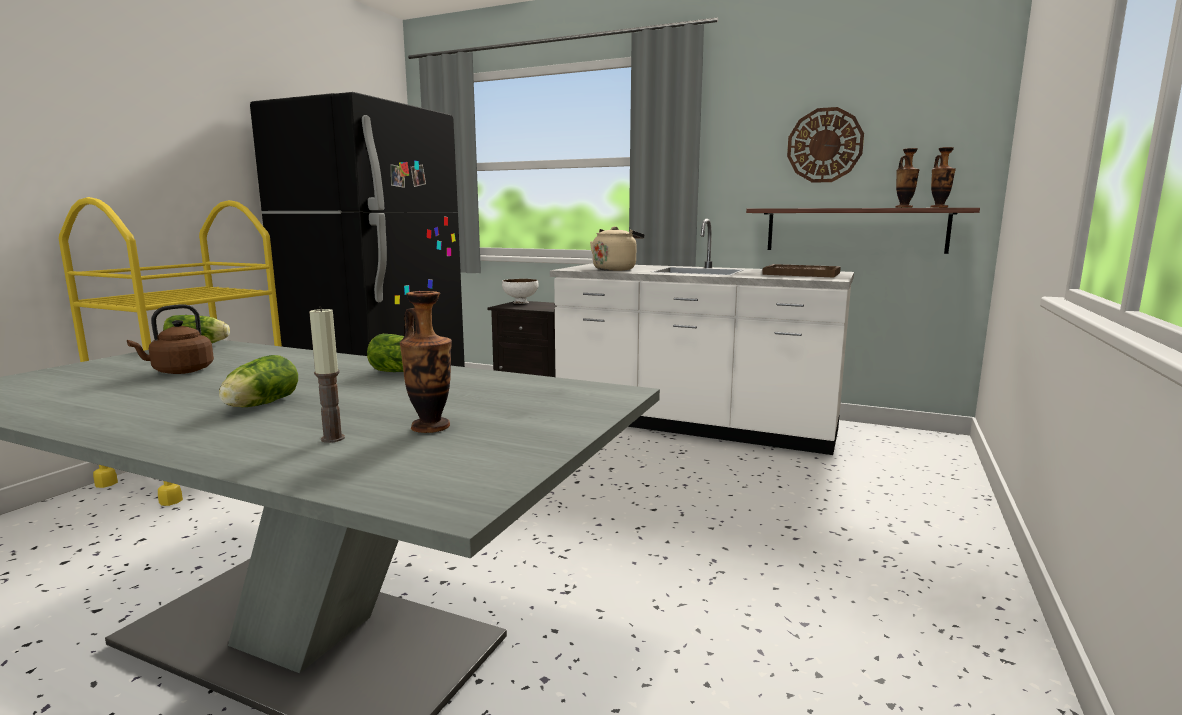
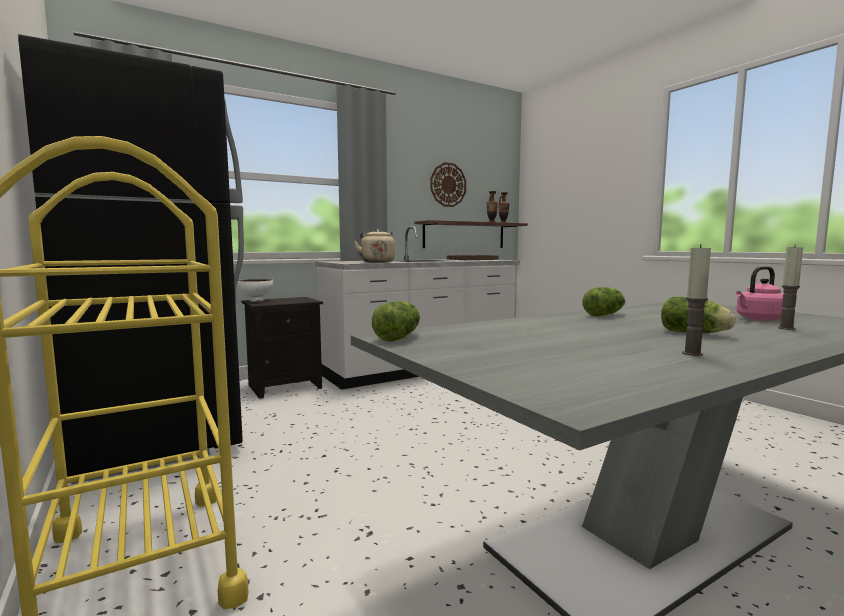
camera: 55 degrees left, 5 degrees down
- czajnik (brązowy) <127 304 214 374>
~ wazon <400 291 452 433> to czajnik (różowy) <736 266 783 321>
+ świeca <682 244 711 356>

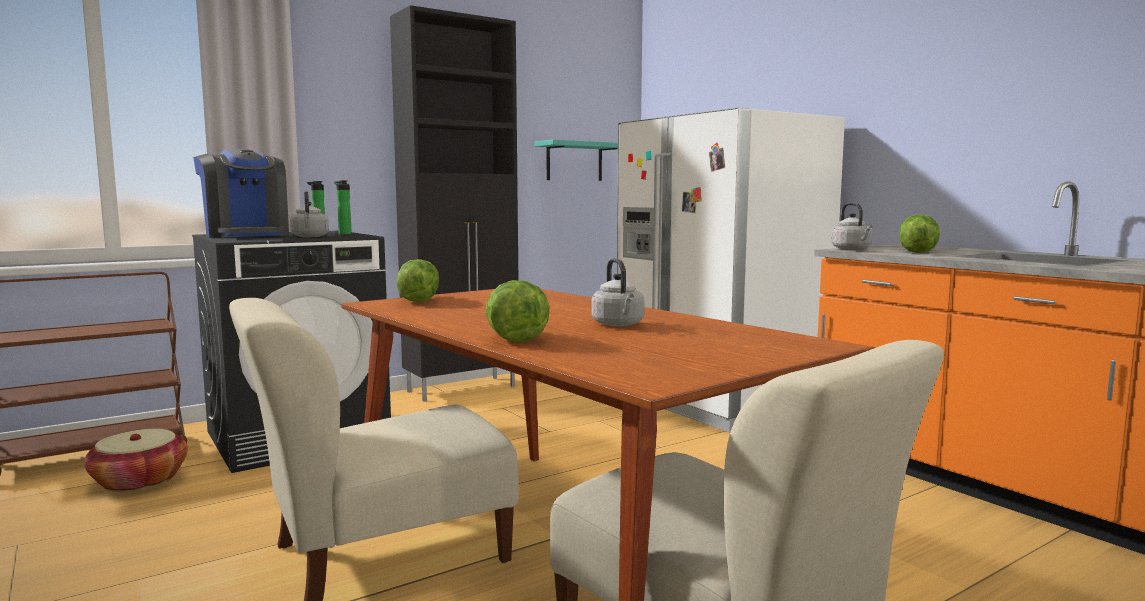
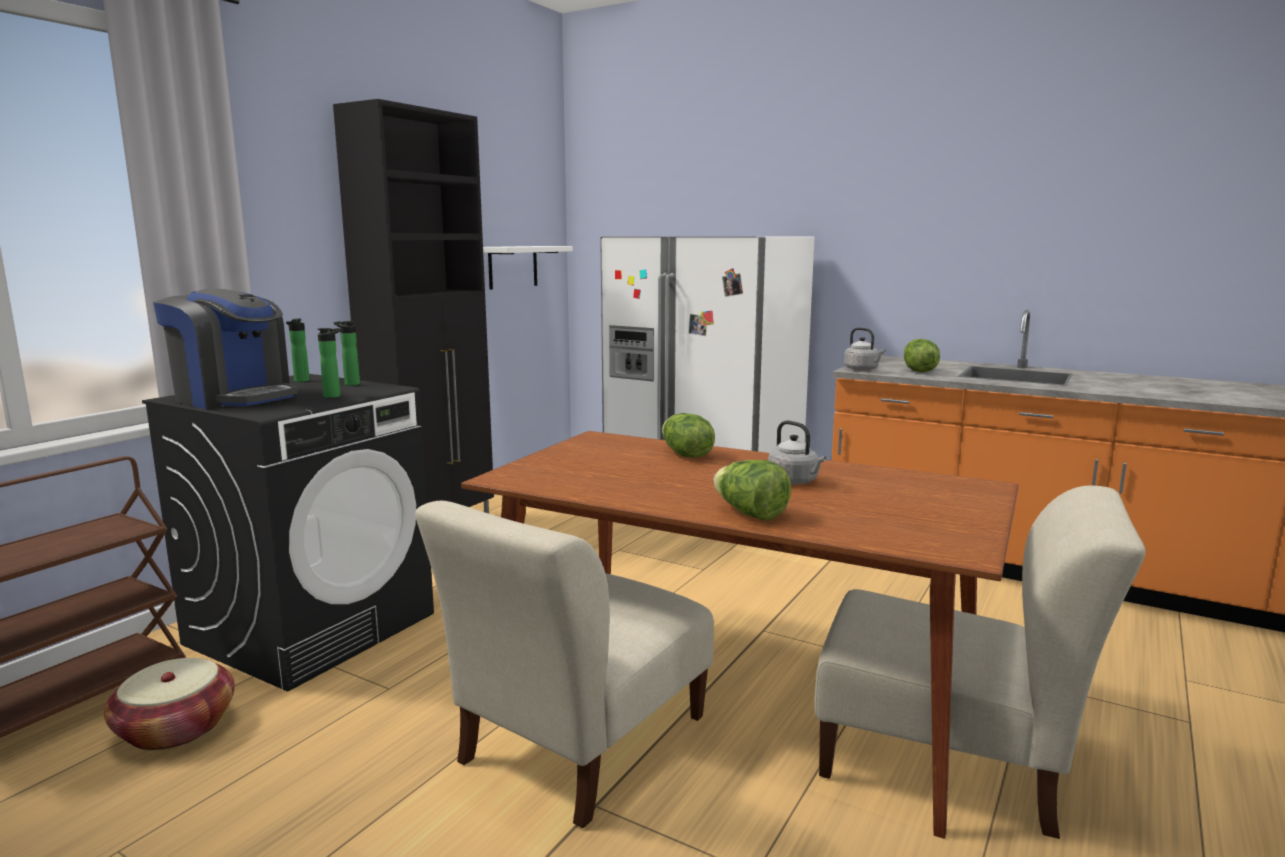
camera: 25 degrees left, 5 degrees up
~ czajnik (szary) <290 191 329 237> to butelka <317 328 342 398>
~ sałata <397 259 439 302> to <662 413 715 457>
~ półka (turkusowy) <535 140 618 181> to półka (biały) <483 246 573 290>

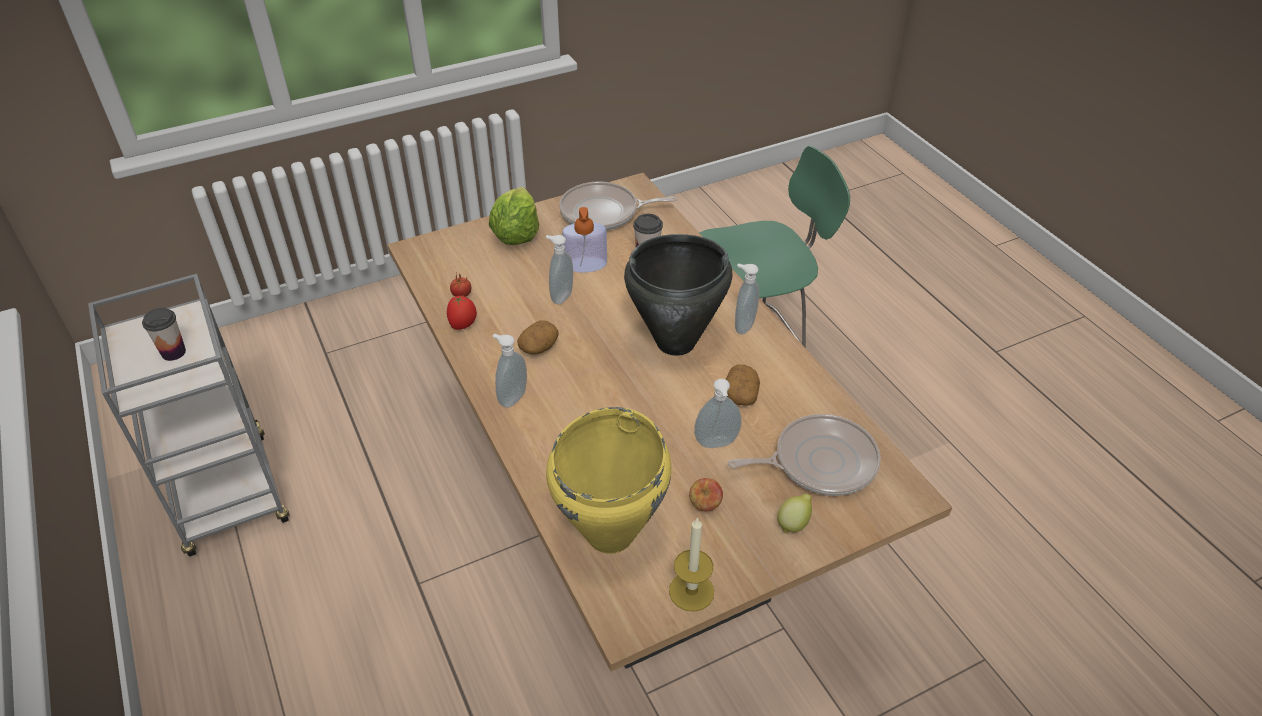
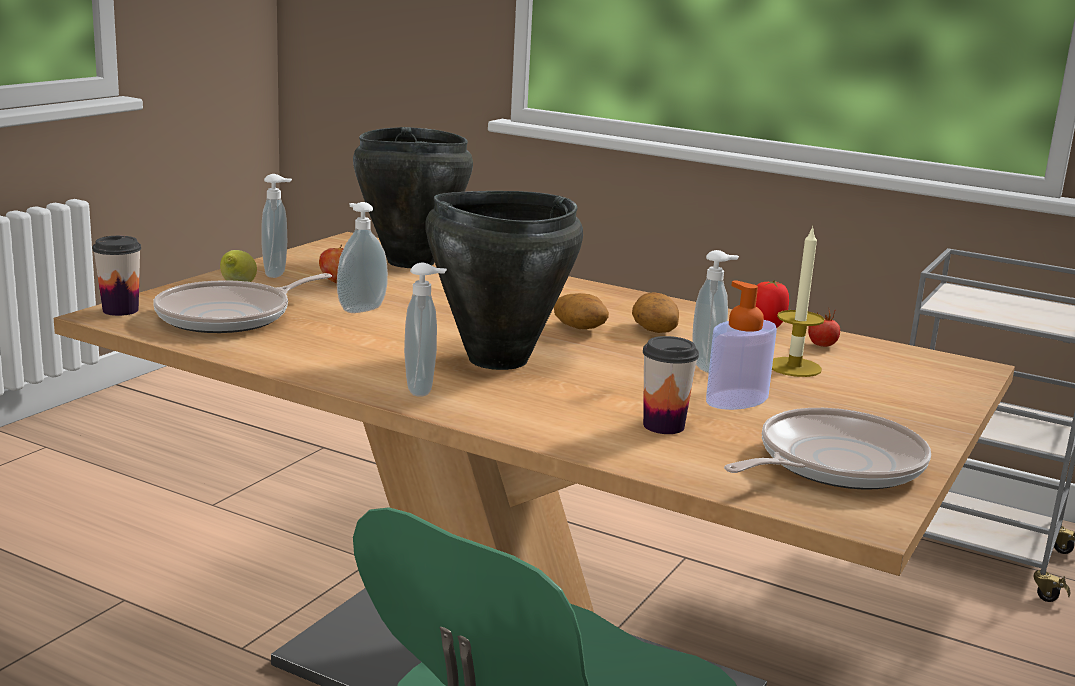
camera: 145 degrees right, 25 degrees down
~ filiżanka <142 308 186 361> to <92 236 141 316>
- sałata <489 187 539 245>
~ dozownik mydła <493 334 527 408> to <262 174 292 278>
~ garnek (żółty) <546 407 671 554> to garnek (czarny) <353 127 473 268>
~ świeca <669 517 714 612> to <772 225 824 377>
~ ziemniak <725 365 760 406> to <554 293 609 329>

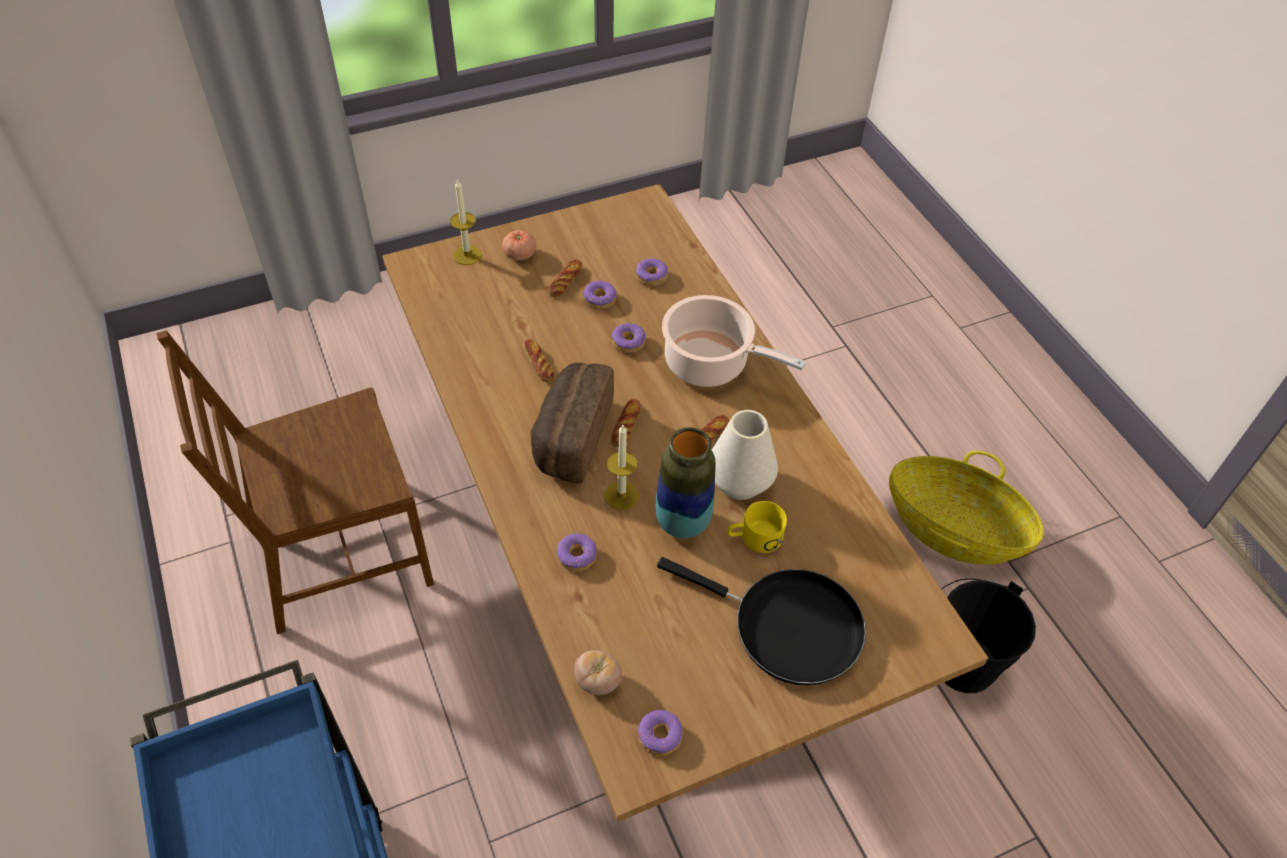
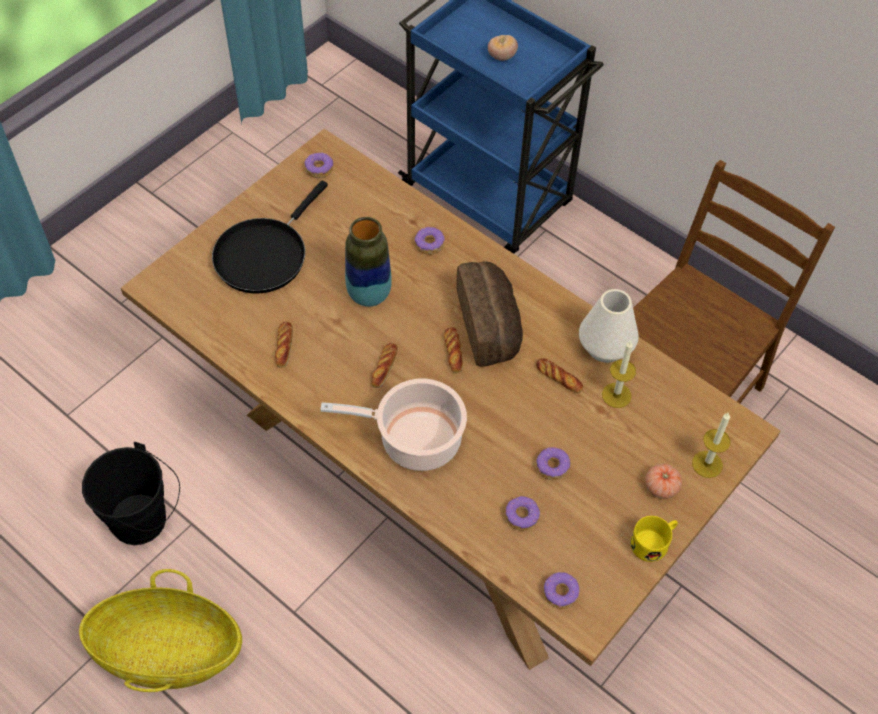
camera: 155 degrees right, 5 degrees up
~ chleb <548 260 582 298> to <275 322 293 368>
~ pomidor <574 650 622 695> to <488 35 518 61>
~ świeca <604 425 639 510> to <602 341 636 408>
~ donut <612 323 646 353> to <543 572 580 609>
~ patelnia (czarny) <657 557 866 685> = <212 181 328 294> 60 degrees counterclockwise
~ wazon (biały) <712 410 778 500> to <579 289 639 363>
~ kubek (żółty) <727 501 787 553> to <630 516 678 562>

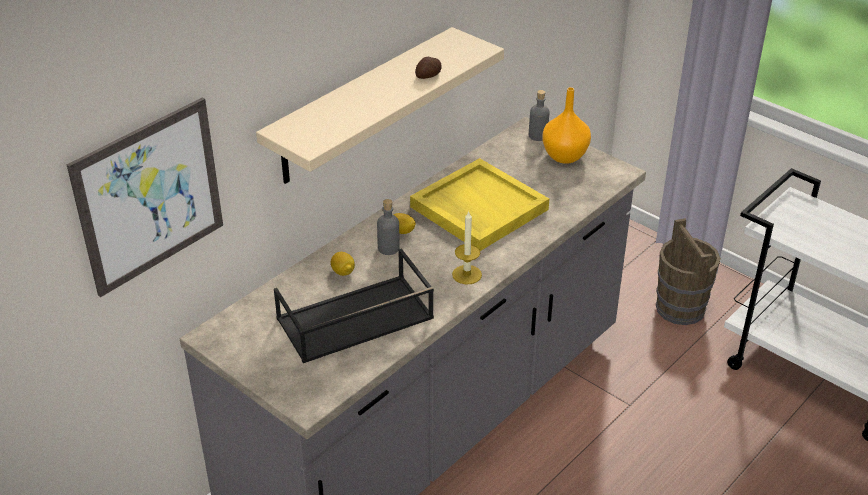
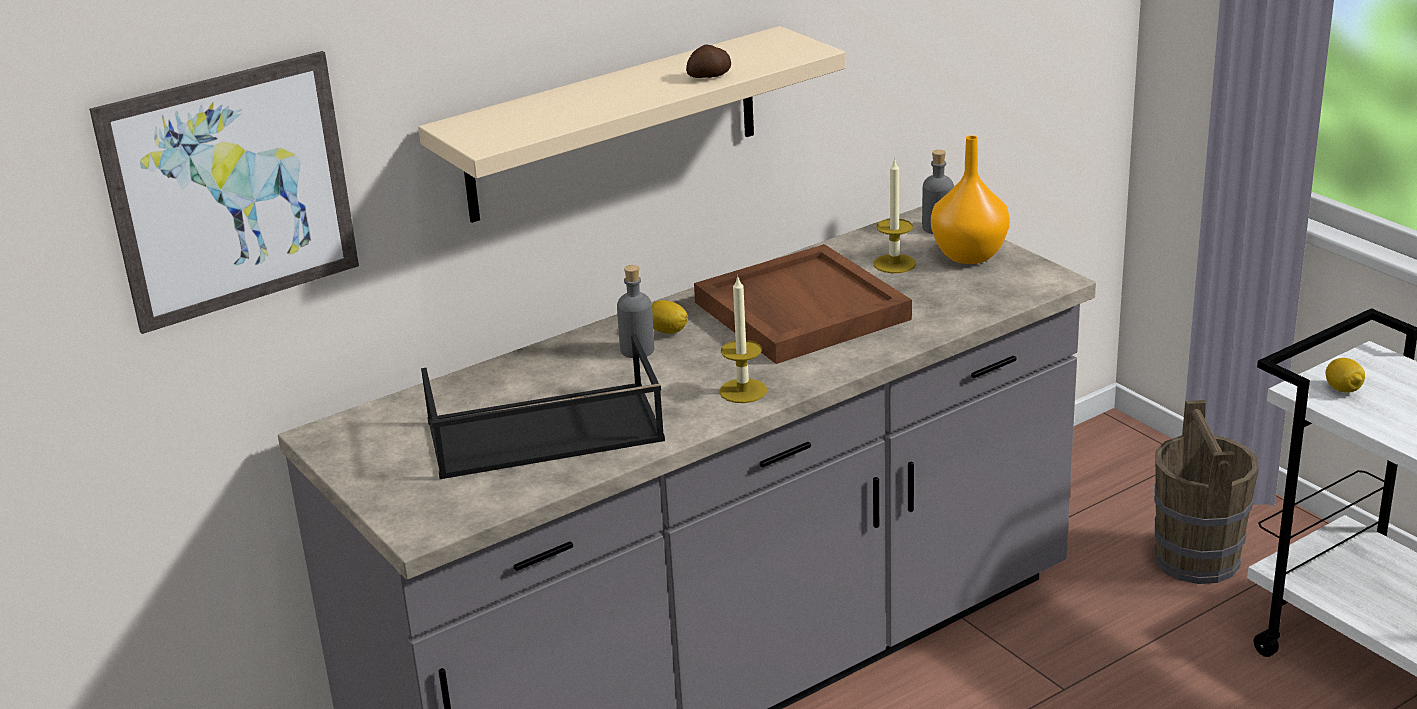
camera: 15 degrees right, 10 degrees down
~ cytryna <331 252 355 276> to <1326 358 1365 393>
~ taca (żółty) <410 158 549 251> to taca (brązowy) <694 244 912 364>
+ świeca <874 158 916 273>

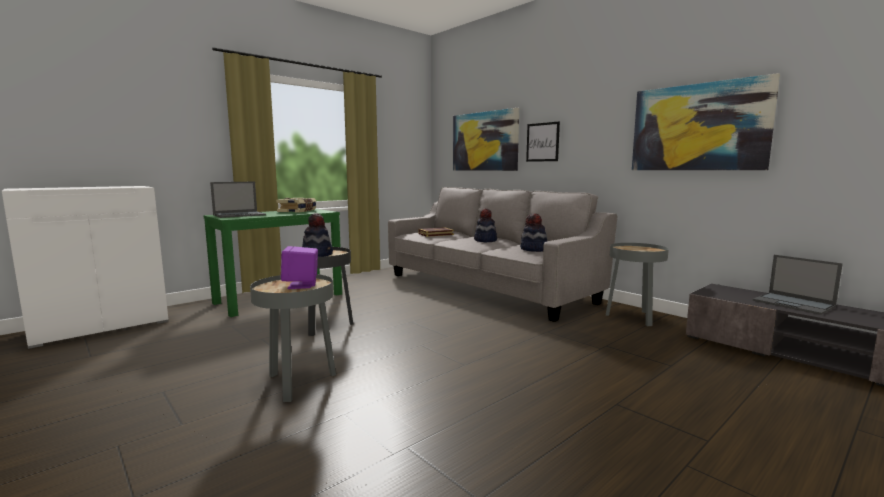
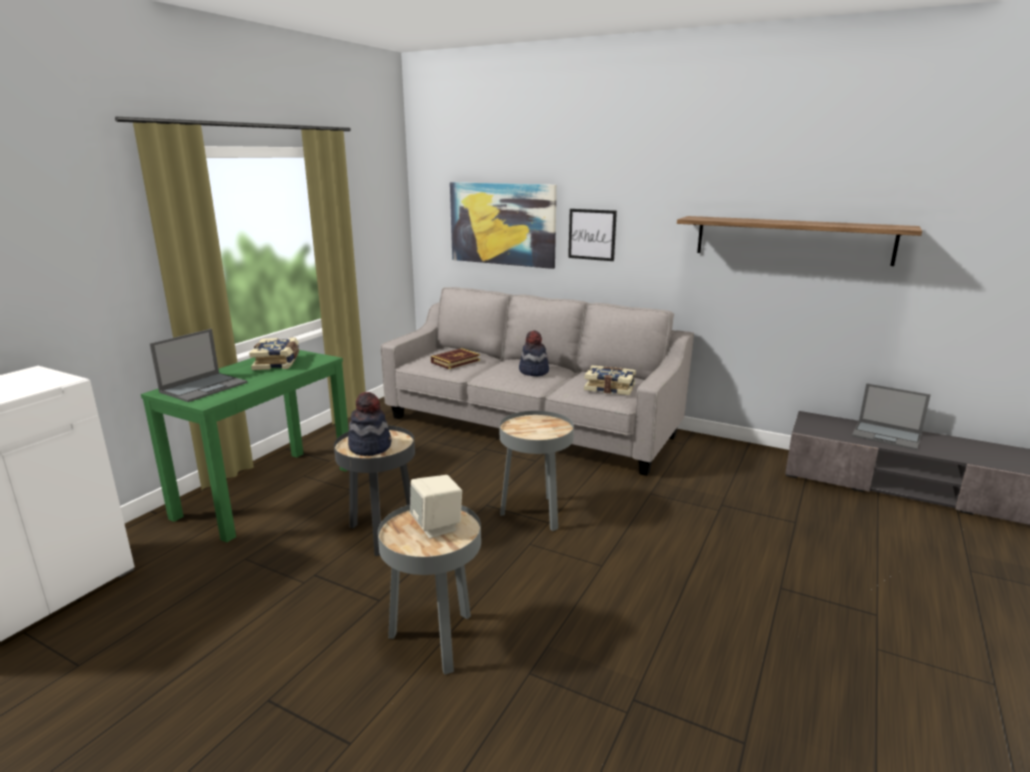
camera: 20 degrees left, 10 degrees up
~ głośnik (fioletowy) <281 246 318 289> to głośnik (beżowy) <410 475 462 539>
~ kapelusz <520 214 547 252> to książka <584 366 636 395>
~ stolik (szary) <606 243 669 326> to <500 411 574 531>
~ obraz <632 73 780 170> to półka <677 216 922 266>

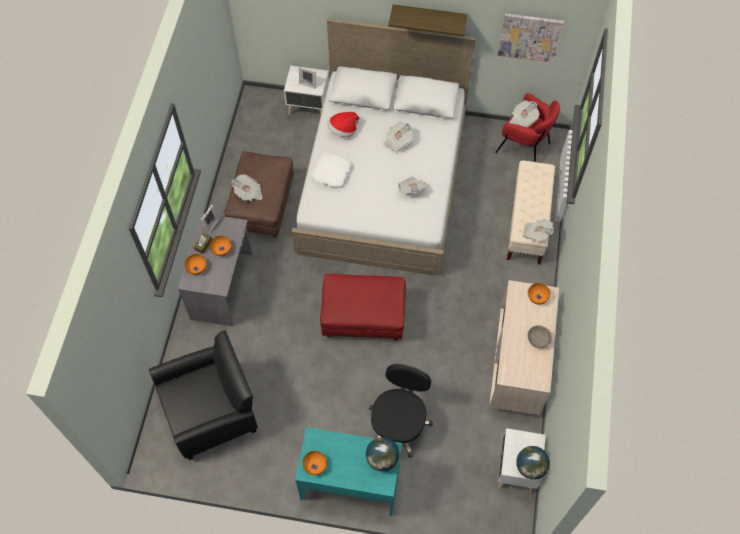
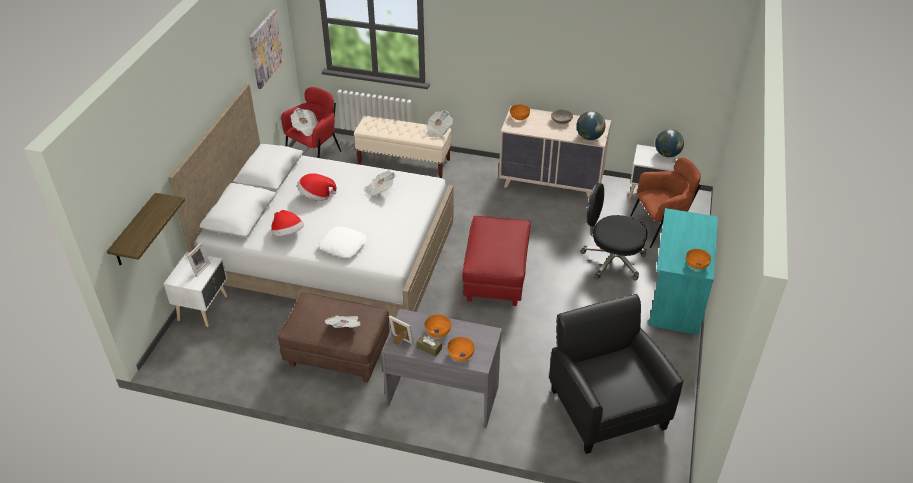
camera: 85 degrees left, 20 degrees down
~ globus <366 437 399 471> to <576 111 606 140>
~ gazeta <383 122 413 153> to kapelusz <297 173 337 201>
~ półka <388 4 467 36> to <107 193 185 266>
+ fotel (brązowy) <630 157 701 248>

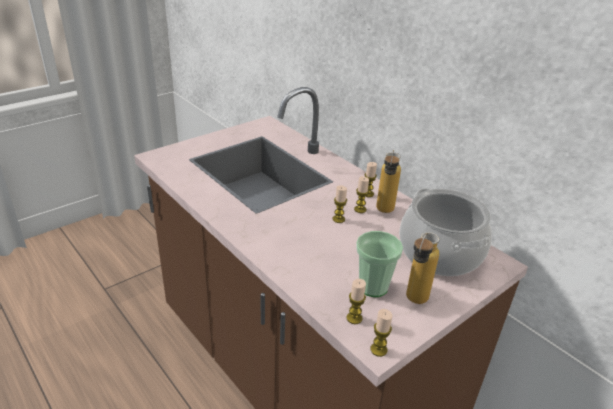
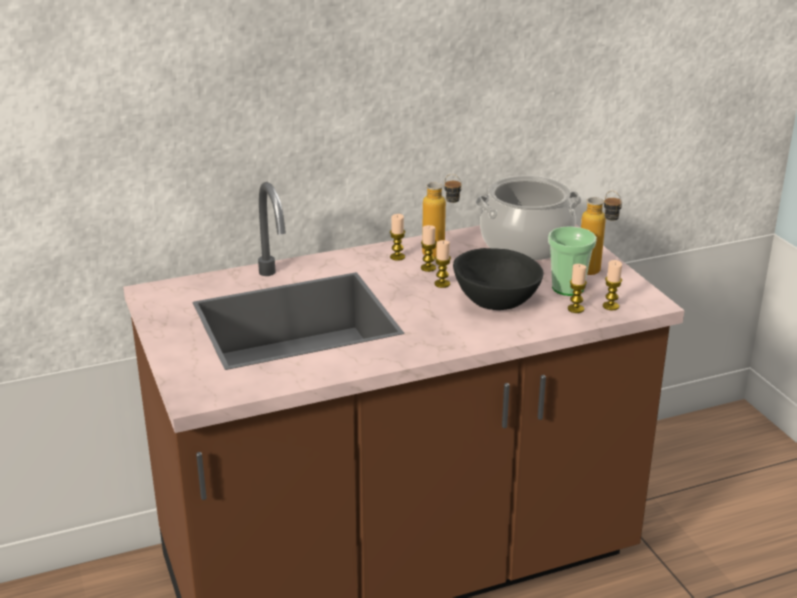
camera: 70 degrees left, 5 degrees down
~ świeca <370 309 392 357> to <568 264 587 313>
+ miska (czarny) <453 248 544 310>

